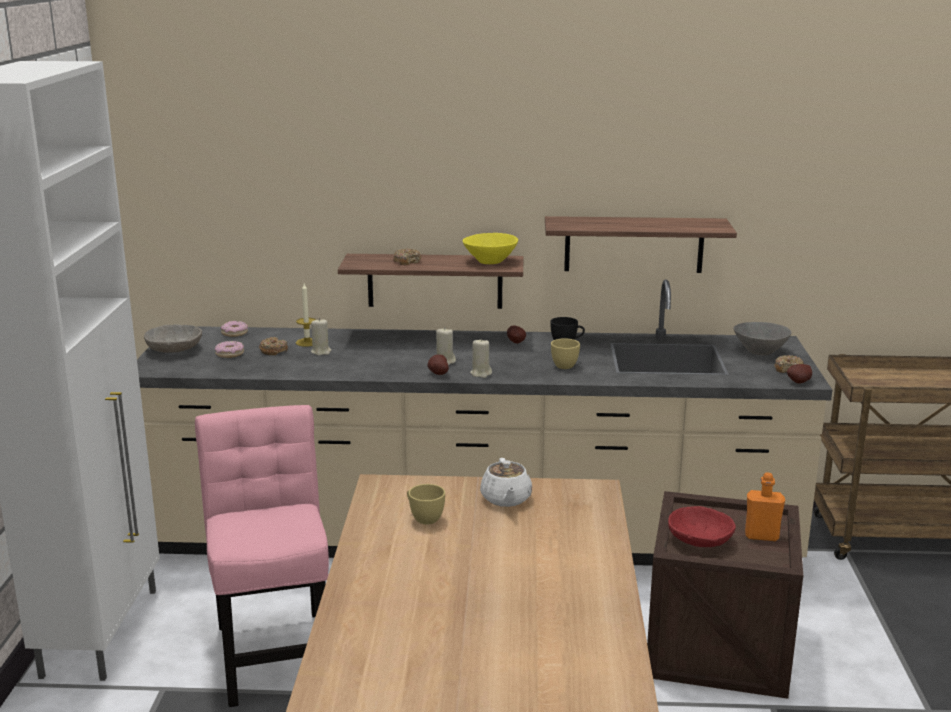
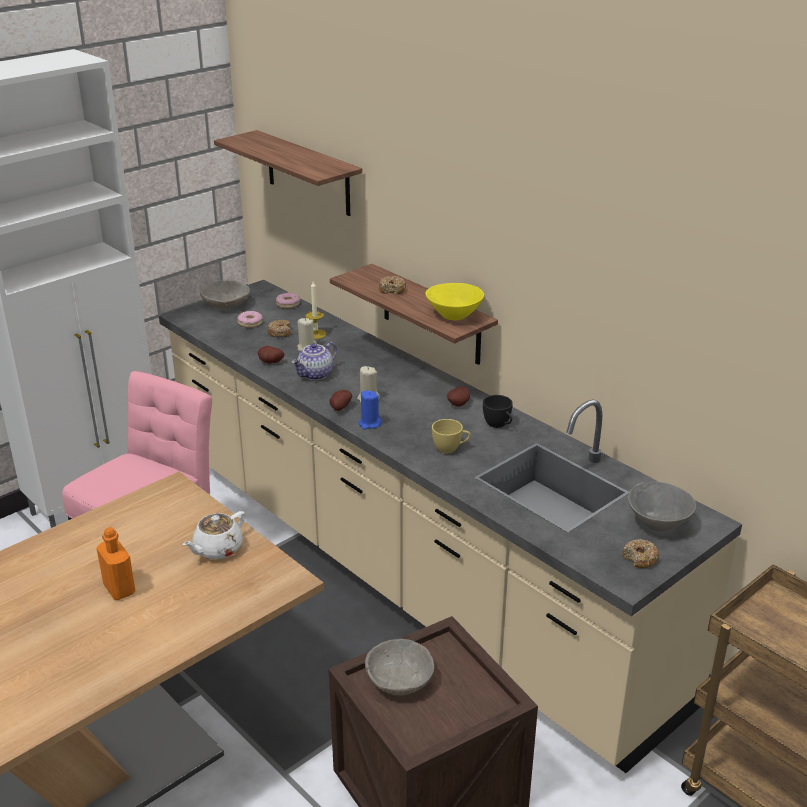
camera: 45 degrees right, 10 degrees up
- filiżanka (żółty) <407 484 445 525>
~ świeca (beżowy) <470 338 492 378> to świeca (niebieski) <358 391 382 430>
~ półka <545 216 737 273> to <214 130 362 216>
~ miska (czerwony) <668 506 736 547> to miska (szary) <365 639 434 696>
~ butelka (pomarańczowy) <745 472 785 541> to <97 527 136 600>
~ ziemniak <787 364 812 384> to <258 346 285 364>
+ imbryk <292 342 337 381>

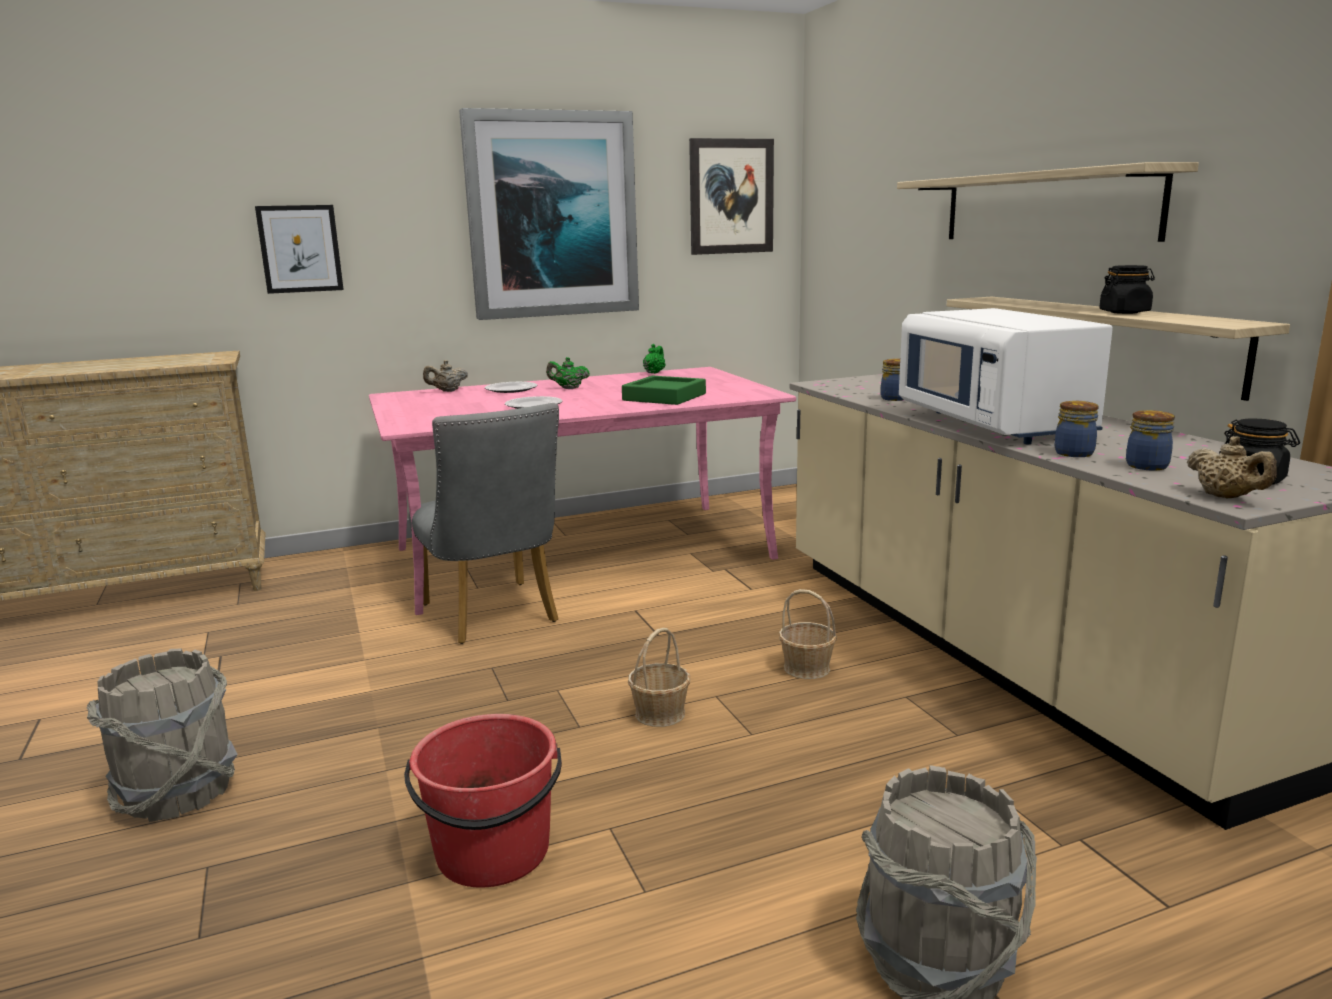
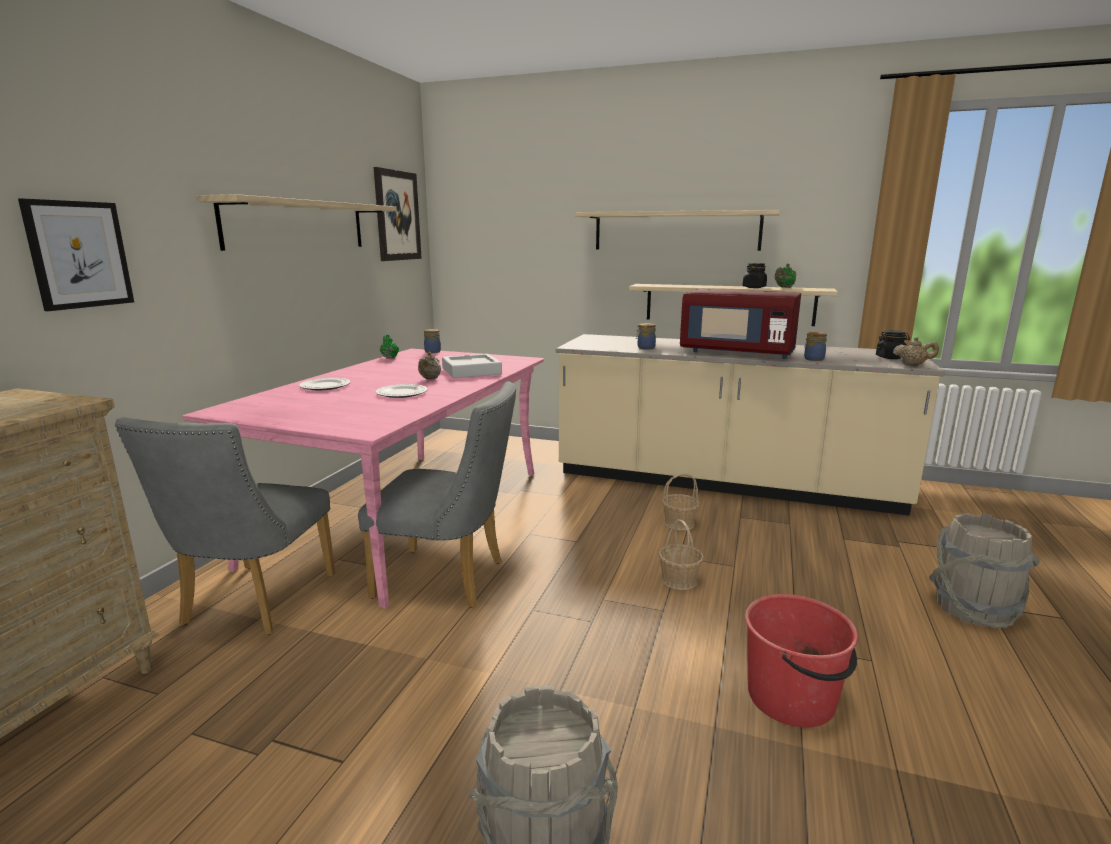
camera: 50 degrees left, 0 degrees up
~ imbryk (beżowy) <423 360 468 392> to <418 352 441 380>
~ obraz <459 108 639 320> to półka <196 194 397 251>
~ imbryk (zielony) <546 357 590 389> to <775 263 796 288>
~ taca (zielony) <622 376 706 405> to taca (szary) <442 354 502 378>
~ mikrofalówka (biały) <899 308 1113 444> to mikrofalówka (czerwony) <680 289 801 359>
~ słoik <1126 410 1175 471> to <424 329 441 353>
+ krzesło (szary) <115 417 335 635>

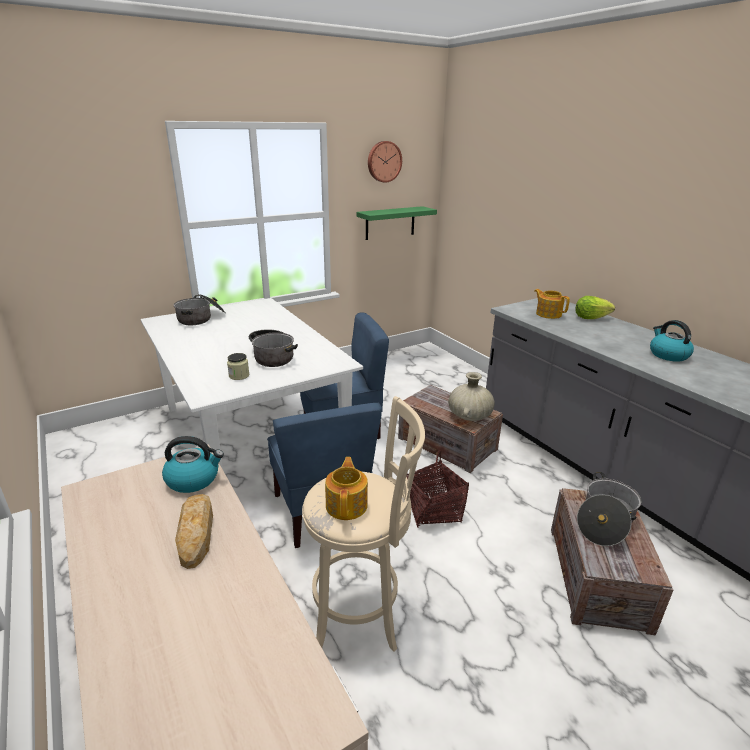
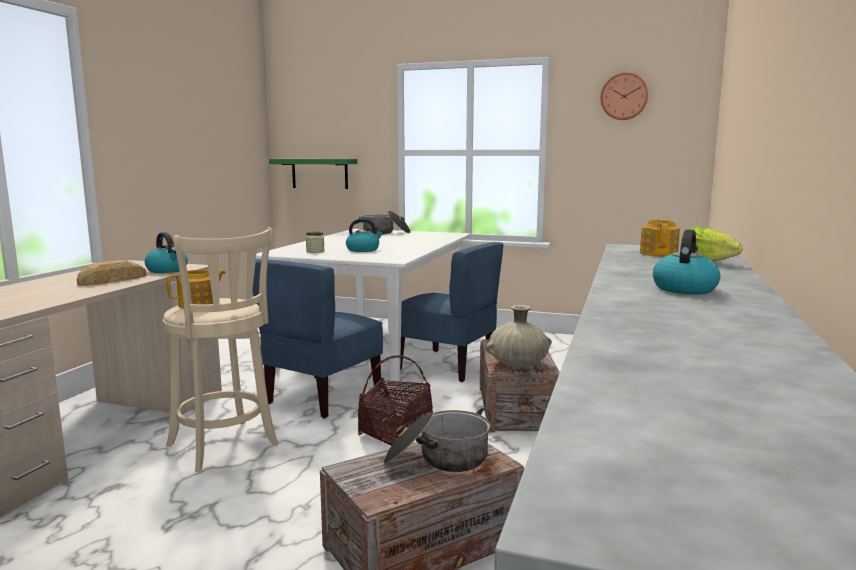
camera: 50 degrees right, 15 degrees down
~ garnek <249 329 298 367> to czajnik <346 218 384 252>
~ półka (zielony) <357 206 437 240> to <269 159 357 189>

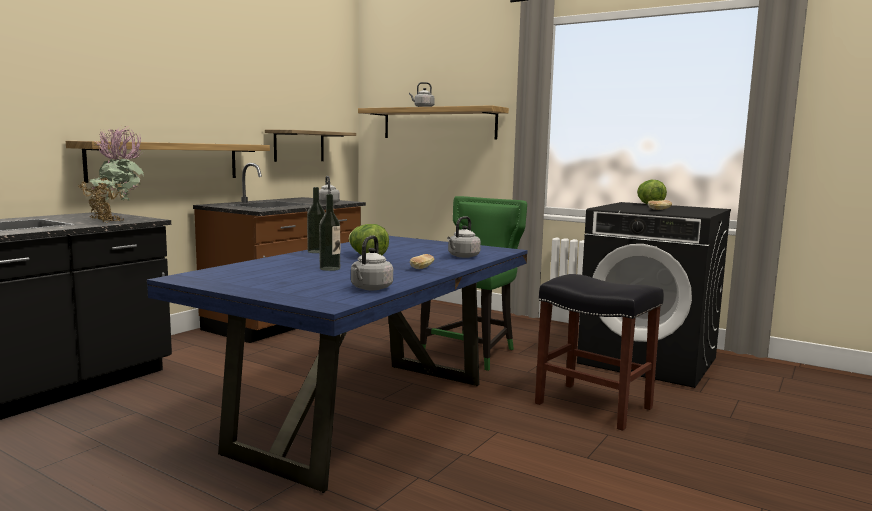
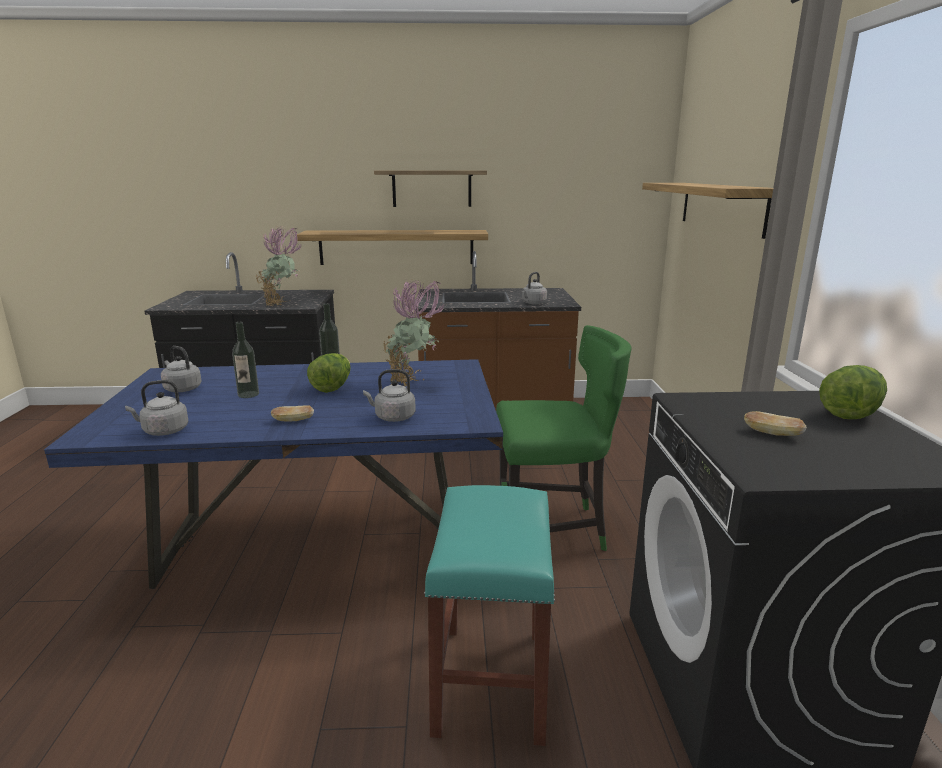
camera: 55 degrees right, 10 degrees up
~ półka <265 130 356 162> to <374 170 487 207>
~ czajnik (szary) <409 82 435 107> to <161 346 202 392>
~ stołek (czarny) <535 274 664 431> to stołek (turkusowy) <424 485 555 746>
+ roślina doniczkowa <382 280 445 386>

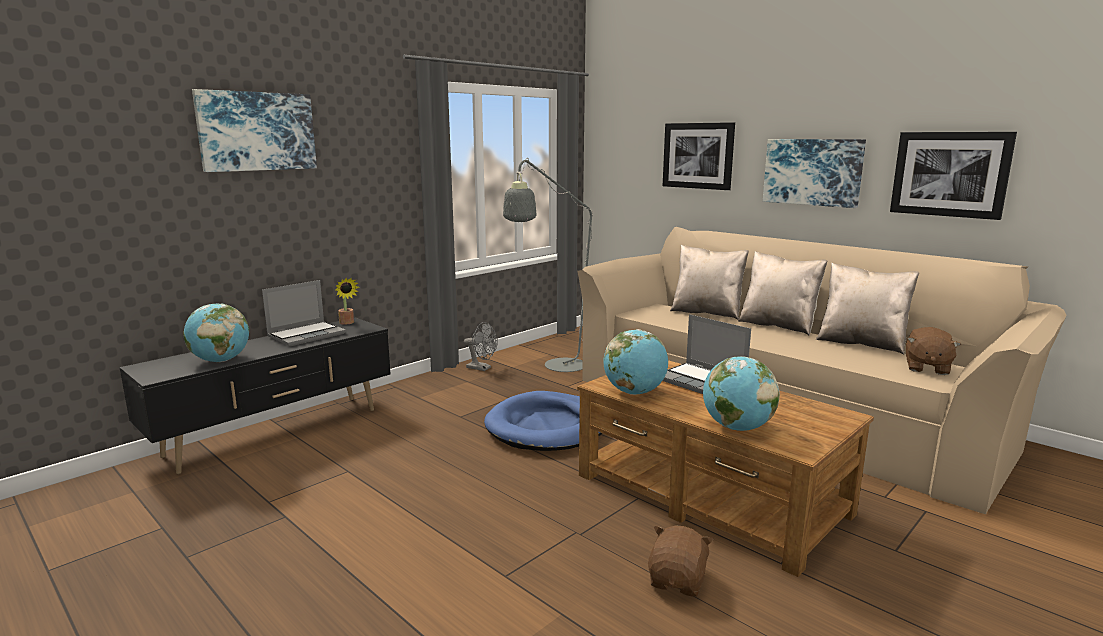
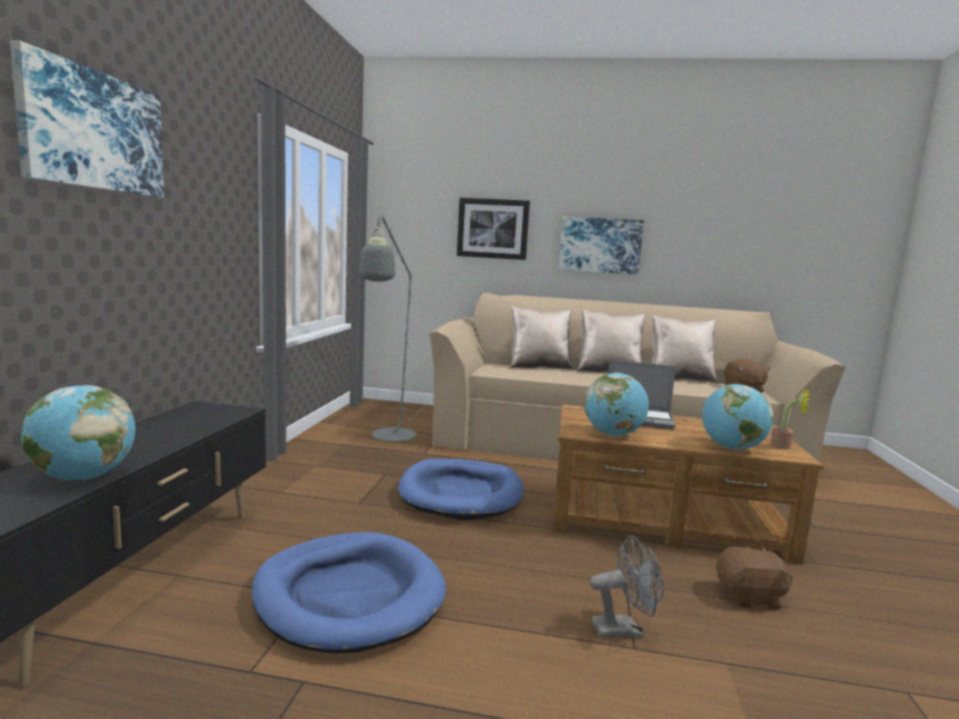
camera: 35 degrees left, 5 degrees down
- laptop <262 280 346 346>
~ roślina doniczkowa <336 278 359 325> to <770 388 810 449>
~ wentylator (szary) <464 322 498 371> to <590 535 663 638>
~ pluszak (brązowy) <648 525 713 597> = <716 546 793 610> 105 degrees clockwise
- obraz <890 132 1017 220>
+ legowisko (niebieski) <252 532 446 653>

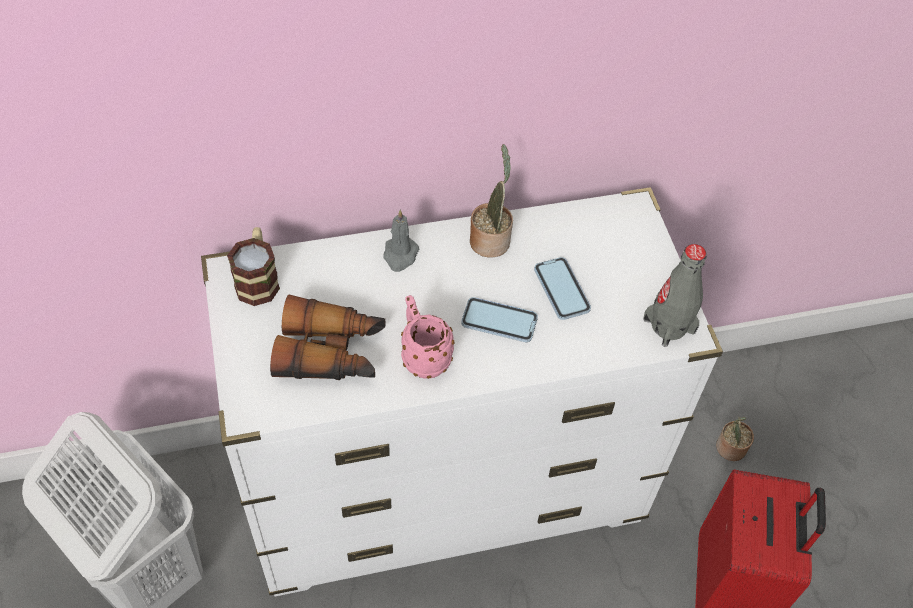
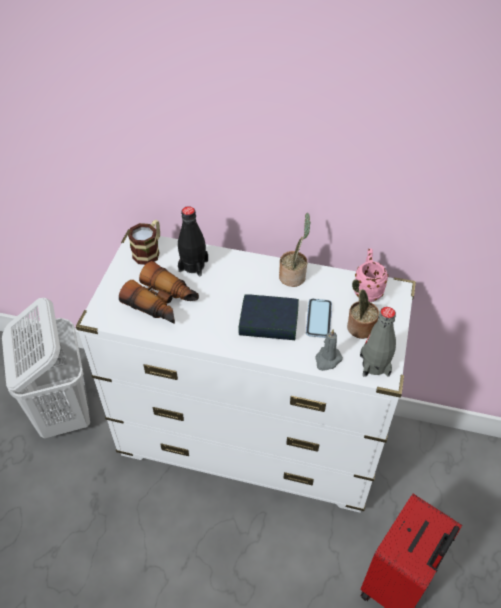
camera: 30 degrees right, 5 degrees down
~ świeca (szary) <383 210 419 272> to <315 329 343 371>
~ kubek (różowy) <401 295 455 379> to <353 248 388 302>
~ telefon <461 297 538 342> to książka <238 295 299 340>
~ roślina doniczkowa <716 417 754 461> to <347 279 379 339>
+ butelka (czarny) <178 206 208 276>

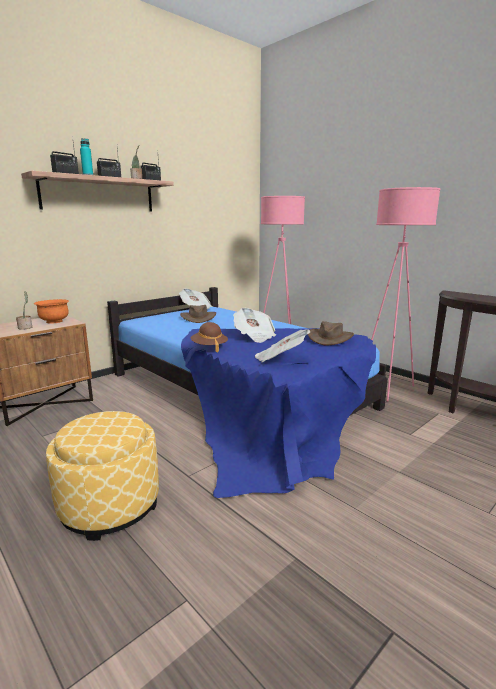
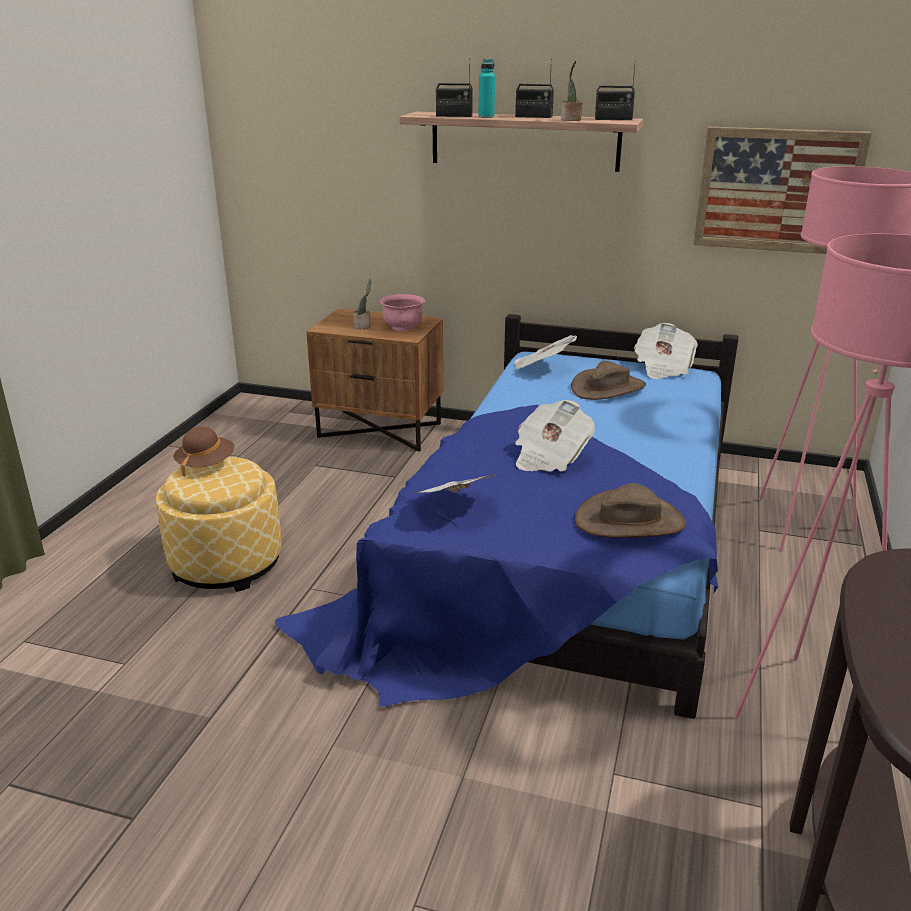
camera: 60 degrees right, 10 degrees up
~ miska (pomarańczowy) <34 299 69 324> to miska (różowy) <380 294 425 331>
~ kapelusz (brązowy) <191 322 228 352> to <174 426 235 477>
+ gazeta <514 335 577 370>
+ obraz <693 127 872 254>

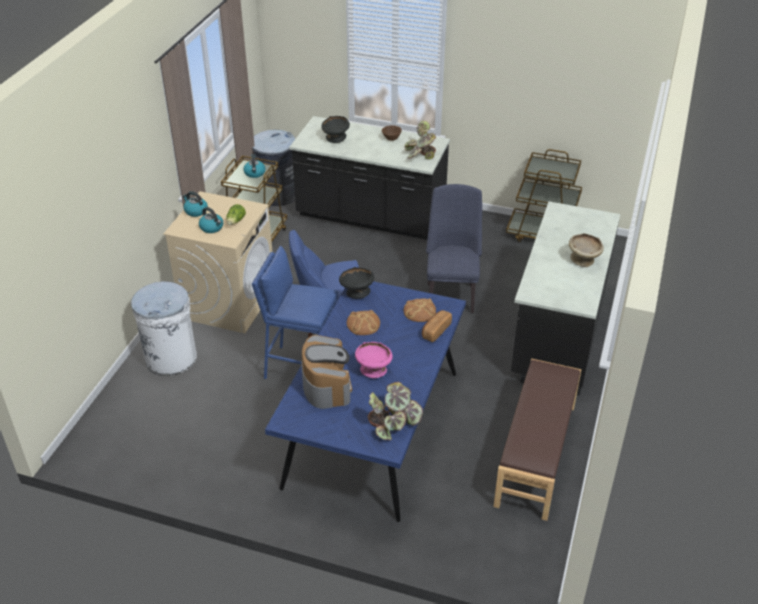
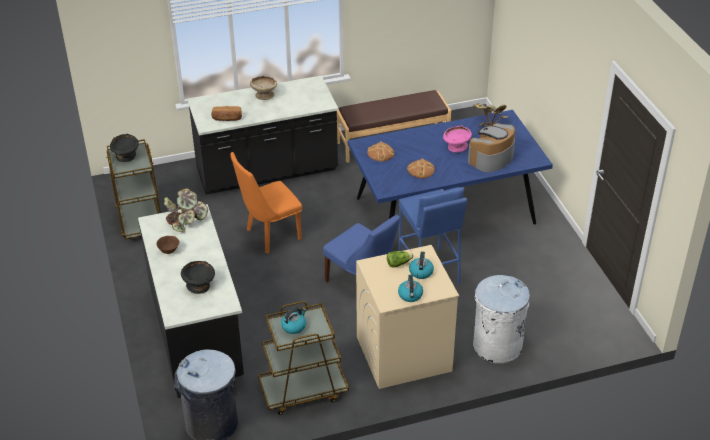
camera: 125 degrees left, 0 degrees up
~ miska (czarny) <339 267 374 299> to <110 134 139 162>
~ chleb <422 310 452 342> to <211 106 242 121>
~ krzesło (niebieski) <426 184 482 313> to krzesło (pomarańczowy) <230 152 302 253>

